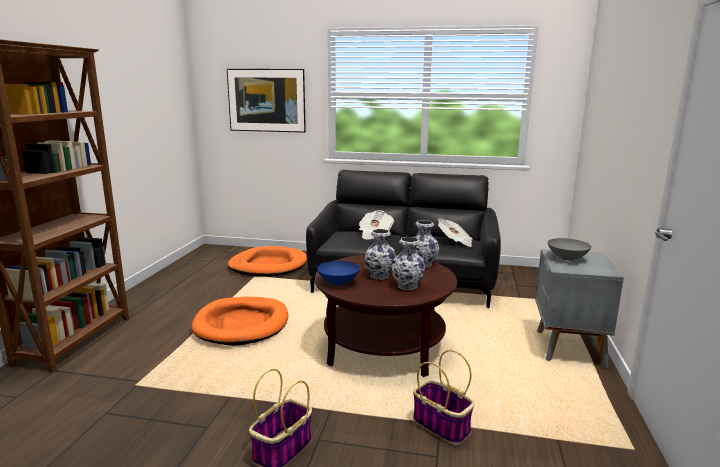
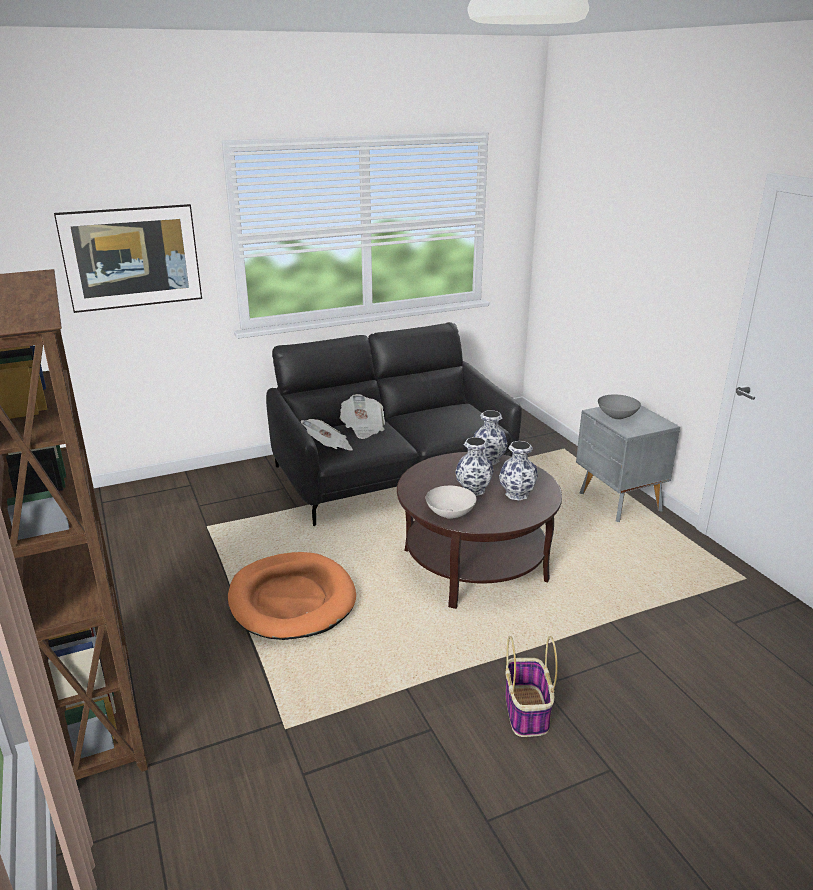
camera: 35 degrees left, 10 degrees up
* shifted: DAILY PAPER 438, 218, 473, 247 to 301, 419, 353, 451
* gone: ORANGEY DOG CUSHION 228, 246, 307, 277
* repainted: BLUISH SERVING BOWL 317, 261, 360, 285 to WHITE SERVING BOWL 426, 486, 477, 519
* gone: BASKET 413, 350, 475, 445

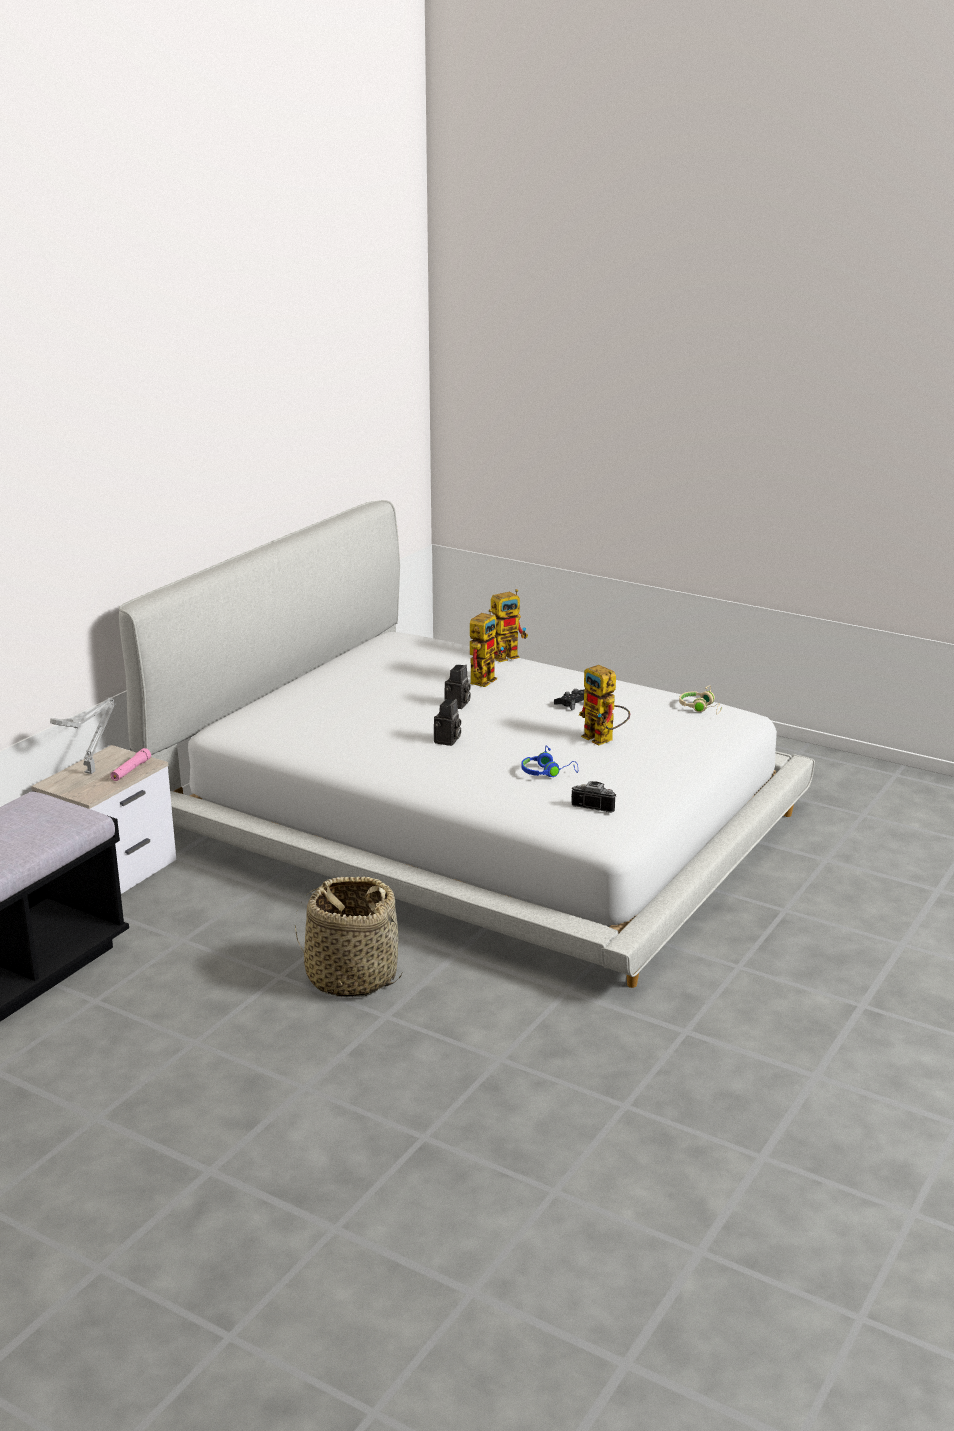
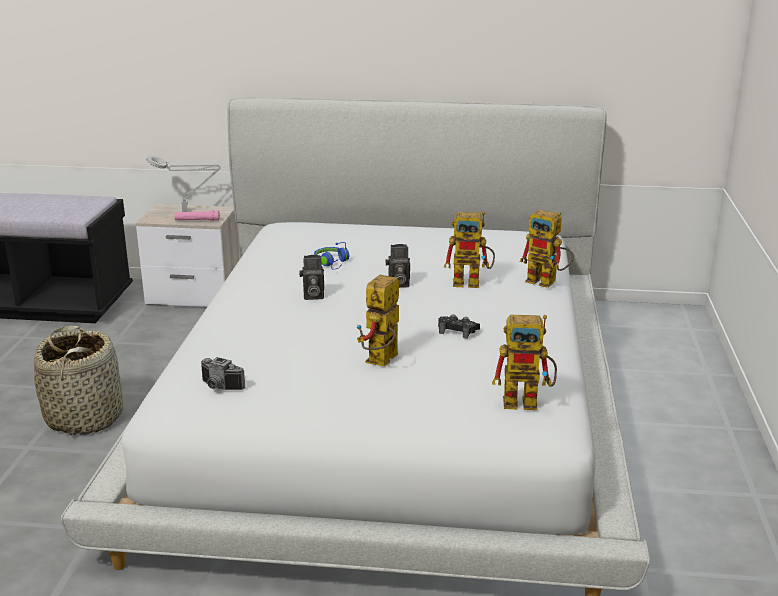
camera: 65 degrees right, 0 degrees up
* swapped: BEIGE-COLOURED PAIR OF HEADPHONES 679, 685, 722, 714 to MODEL ROBOT 492, 315, 557, 410
* shifted: BLUISH PAIR OF HEADPHONES 521, 745, 578, 777 to 314, 242, 349, 270
* rotated: STILL CAMERA 571, 781, 617, 813 = 201, 357, 245, 390 120 degrees clockwise

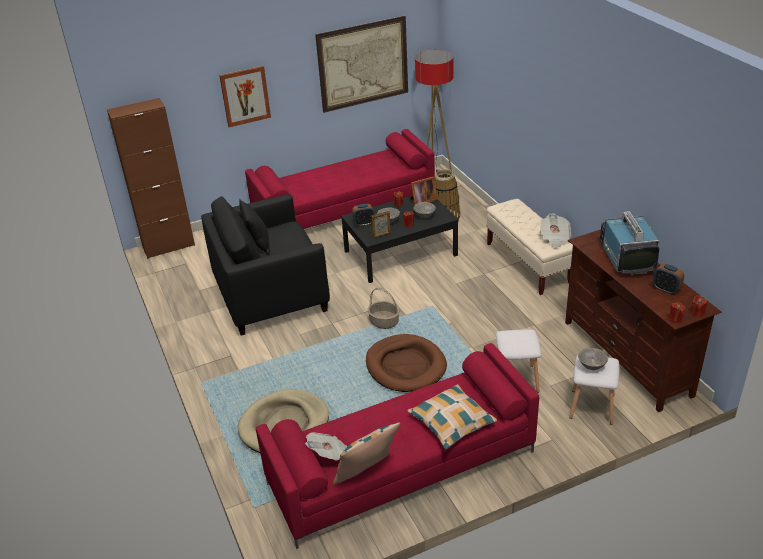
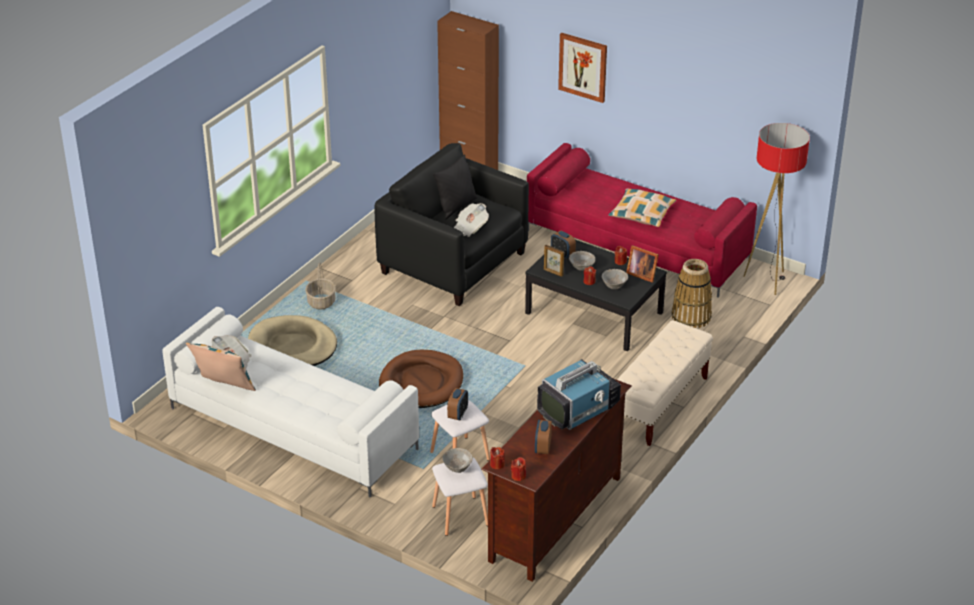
camera: 55 degrees right, 0 degrees up
* gone: WALL ART 315, 16, 408, 113
* shifted: DAILY PAPER 540, 213, 571, 248 to 454, 203, 489, 237
* shifted: BASKET 368, 288, 399, 329 to 305, 262, 336, 310
* repainted: RED SOFA 256, 343, 539, 549 to WHITE SOFA 162, 307, 419, 497
* shifted: THROW PILLOW 407, 384, 497, 450 to 608, 188, 676, 227
* new: ALARM CLOCK 447, 388, 468, 420

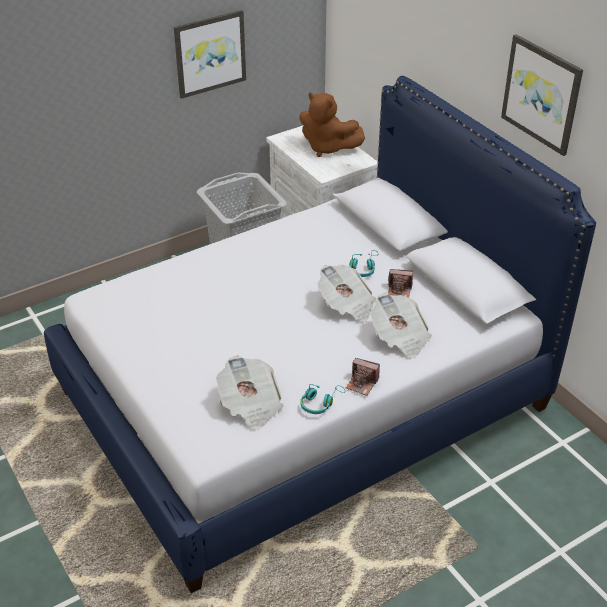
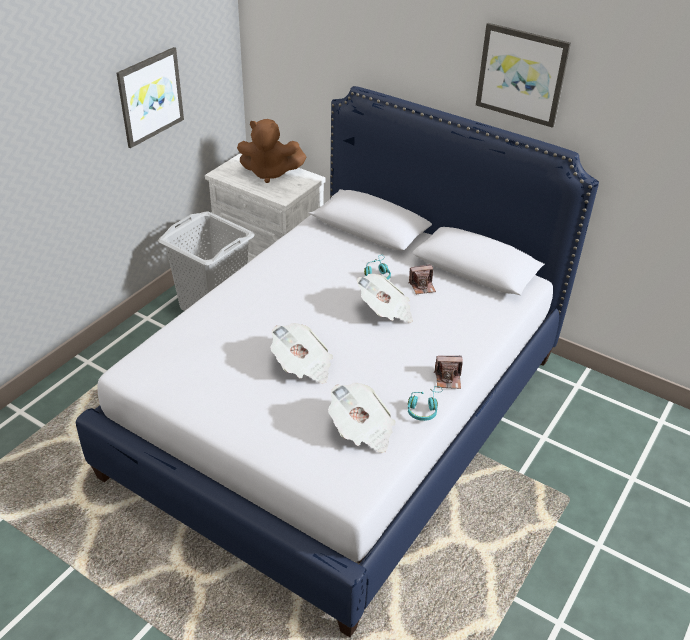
camera: 25 degrees left, 0 degrees up
* shifted: DAILY PAPER 370, 293, 432, 358 to 270, 323, 333, 383

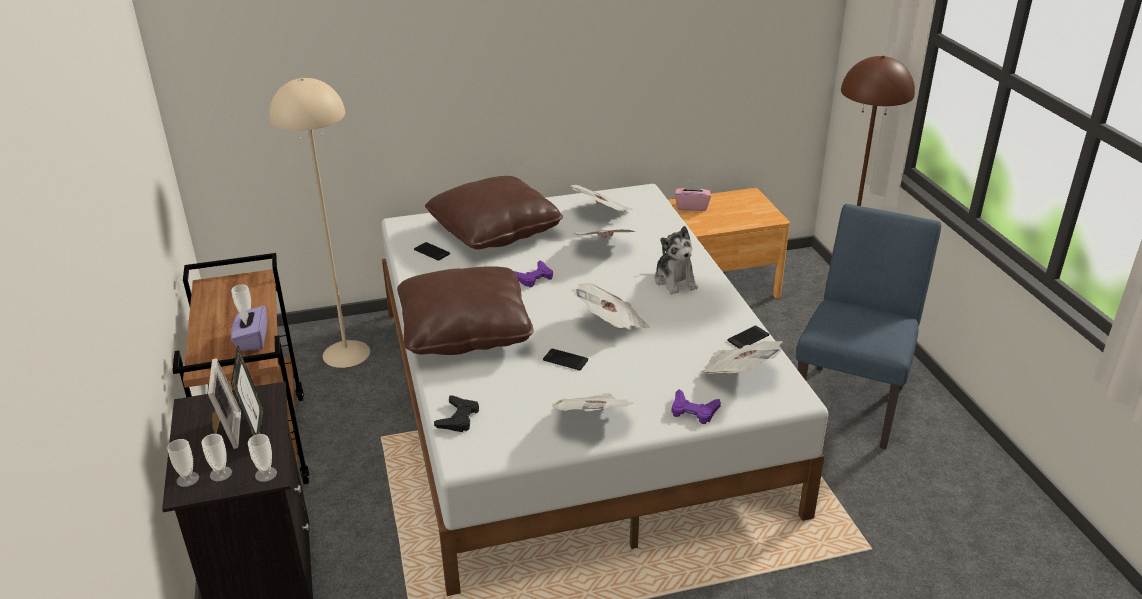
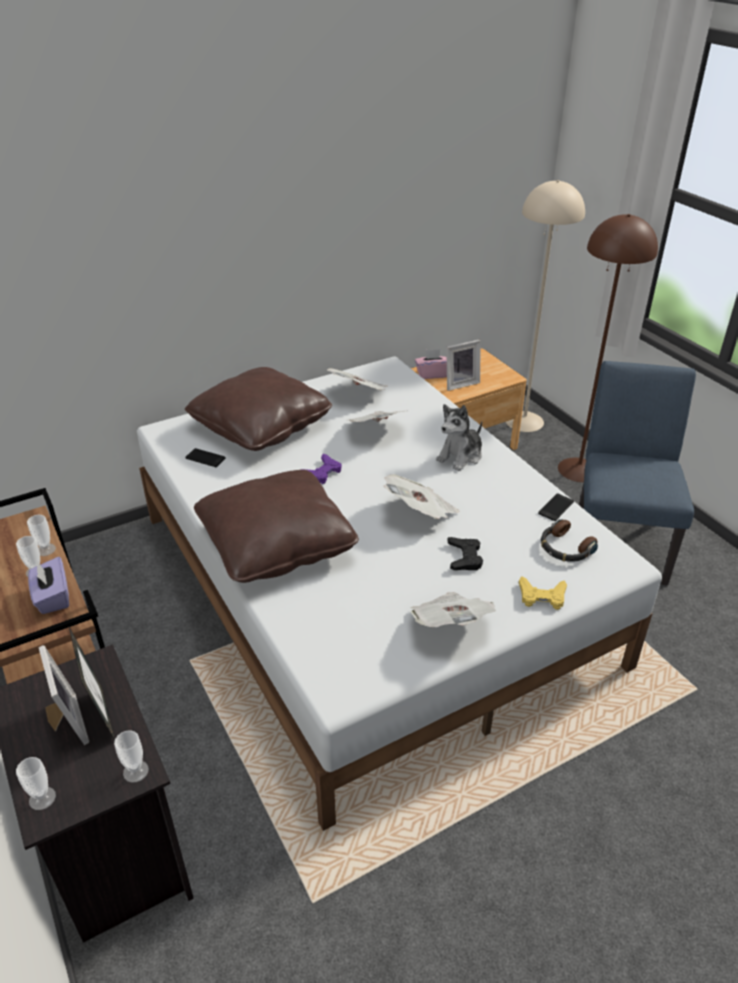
camera: 15 degrees left, 5 degrees up
* shifted: BEIGE-COLOURED FLOOR LAMP 269, 78, 370, 368 to 506, 180, 585, 432
* rotated: PLUSH TOY 654, 226, 698, 294 = 436, 404, 482, 471 75 degrees clockwise
* swapped: DAILY PAPER 700, 341, 782, 374 to PAIR OF HEADPHONES 541, 519, 598, 562
* gone: HANDSET 543, 349, 588, 370
* repainted: PURPLE-COLOURED JOYPAD 671, 389, 721, 424 to YELLOWISH JOYPAD 519, 576, 567, 610
* shifted: BLACK-COLOURED JOYPAD 434, 395, 479, 432 to 447, 537, 483, 570
* shifted: CUP 201, 434, 232, 481 to 27, 515, 56, 556
* new: PICTURE FRAME 446, 340, 481, 391

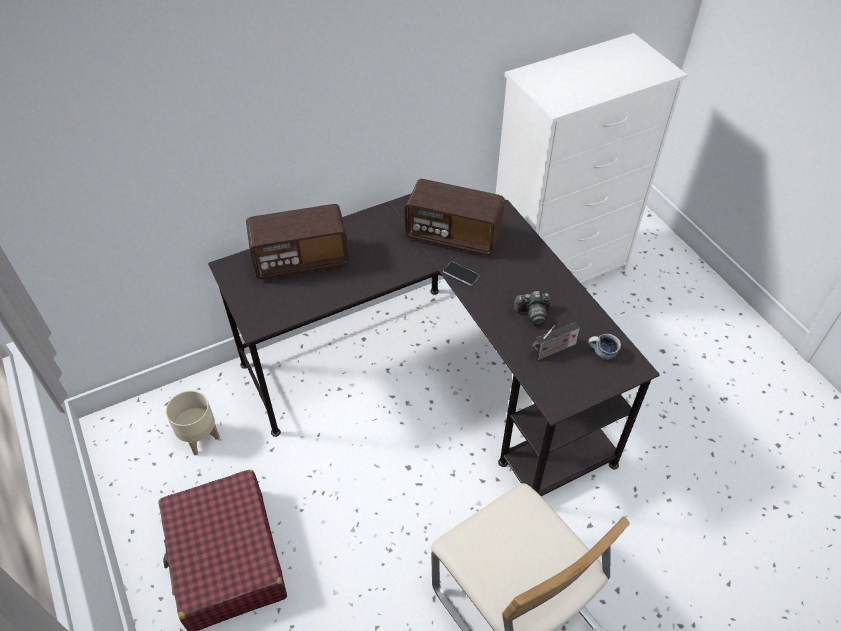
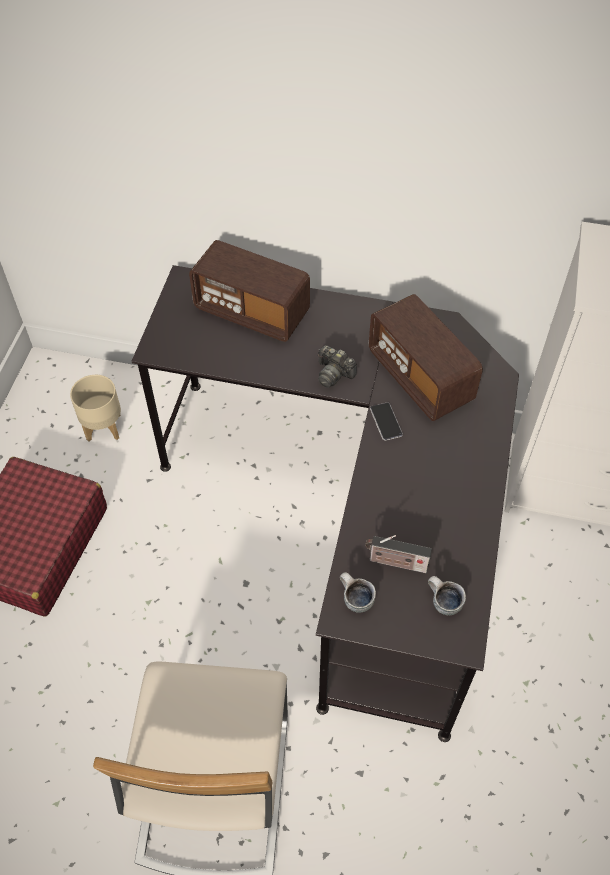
camera: 40 degrees right, 5 degrees up
* shifted: STILL CAMERA 514, 291, 551, 326 to 318, 345, 357, 388
* new: TEA MUG 340, 572, 376, 613

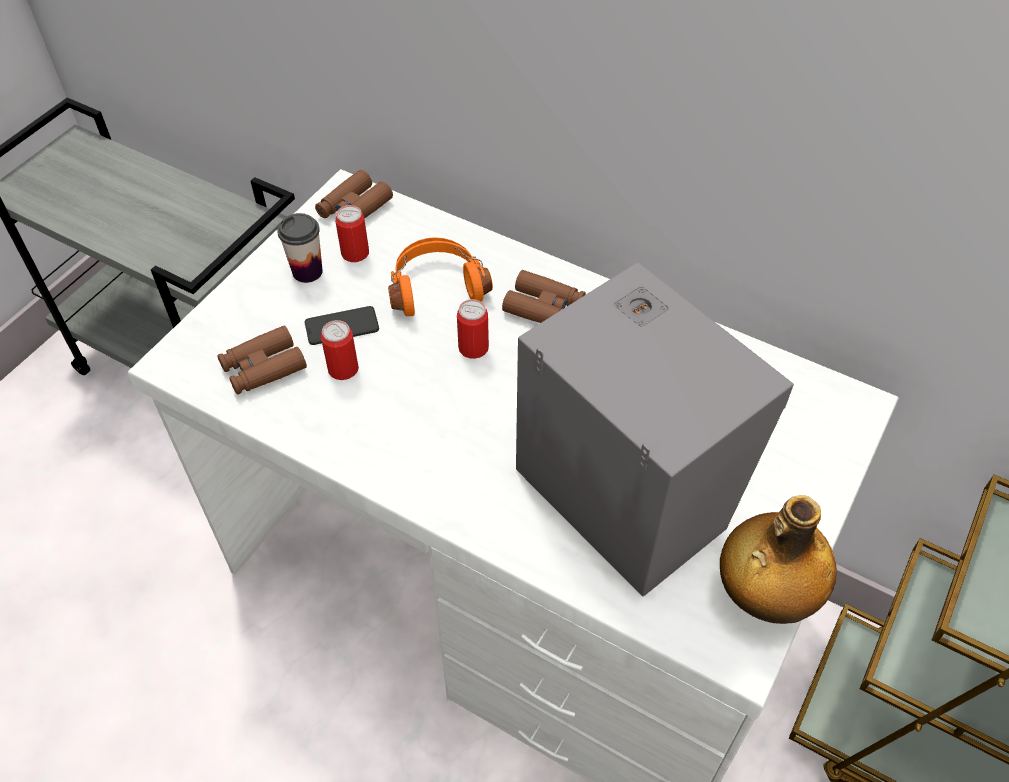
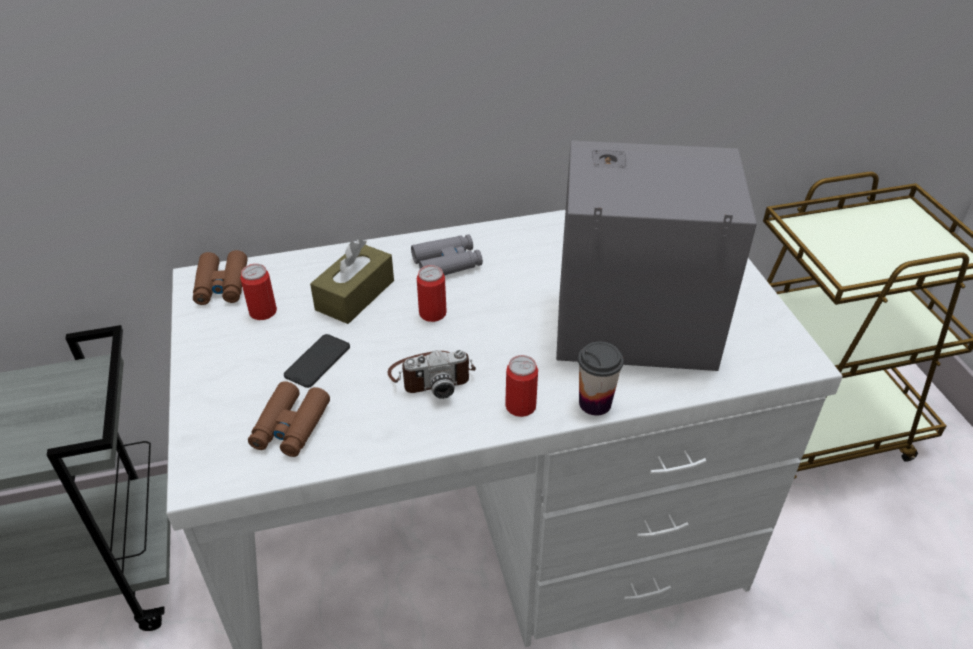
camera: 45 degrees left, 10 degrees down
* shifted: CUP 277, 213, 323, 283 to 578, 341, 624, 416
* swapped: ORANGEY PAIR OF HEADPHONES 388, 237, 493, 316 to BROWN TISSUE BOX 310, 239, 394, 324
* repainted: BROWN FIELD GLASSES 502, 270, 586, 323 to GREYISH FIELD GLASSES 411, 234, 483, 275
* shifted: SEALED CAN 321, 320, 359, 380 to 505, 355, 538, 417
* gone: BEVERAGE BOTTLE 720, 495, 836, 624
* new: STILL CAMERA 388, 350, 476, 399

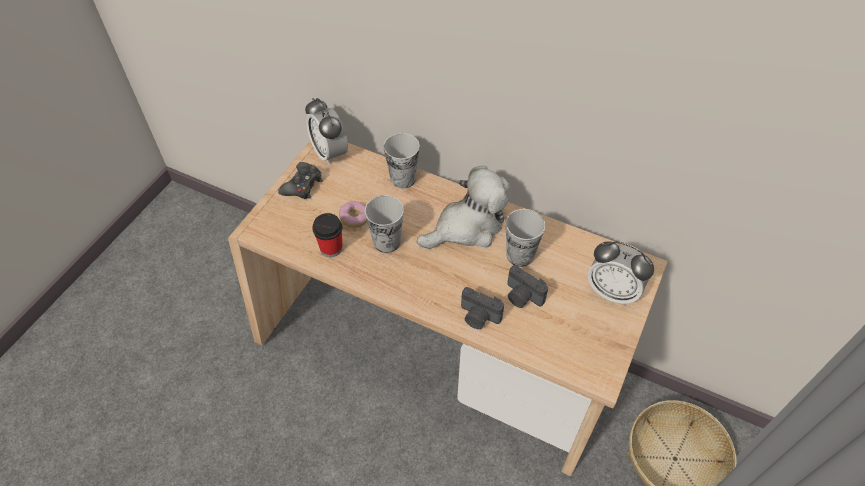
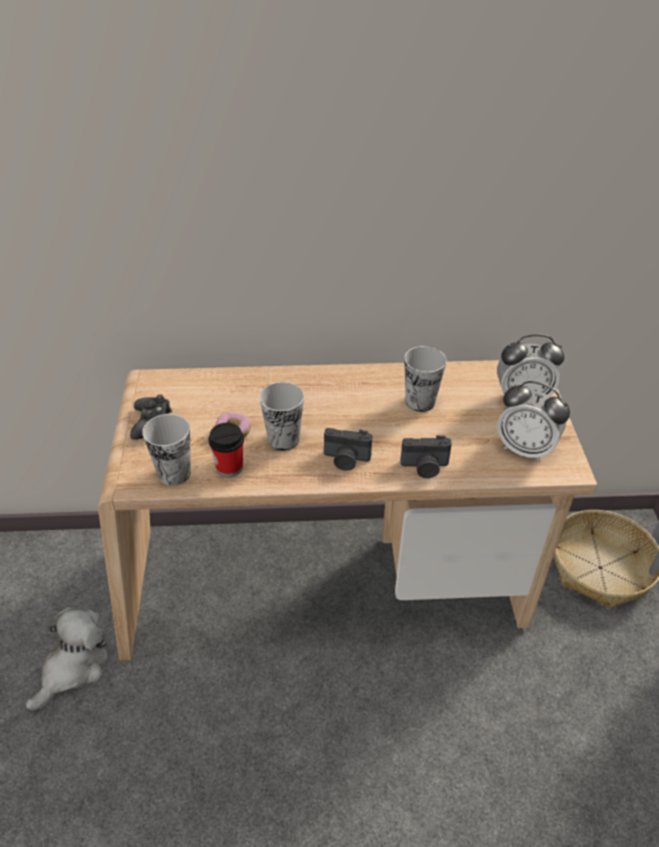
camera: 30 degrees left, 10 degrees down
* shifted: ALARM CLOCK 305, 98, 348, 165 to 497, 381, 570, 462
* shifted: CUP 384, 133, 420, 189 to 142, 414, 191, 485
* shifted: PLUSH TOY 417, 166, 510, 249 to 26, 607, 108, 710
* shifted: STILL CAMERA 507, 265, 548, 308 to 324, 428, 372, 471

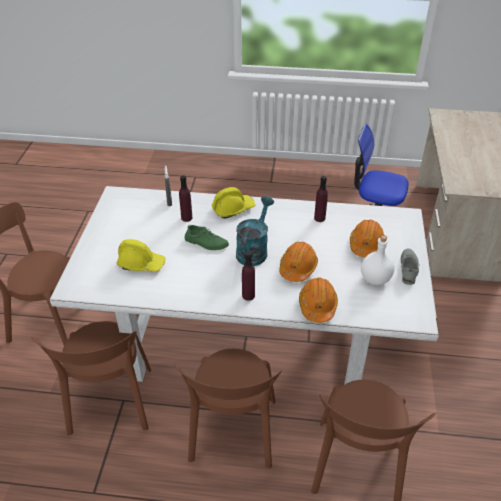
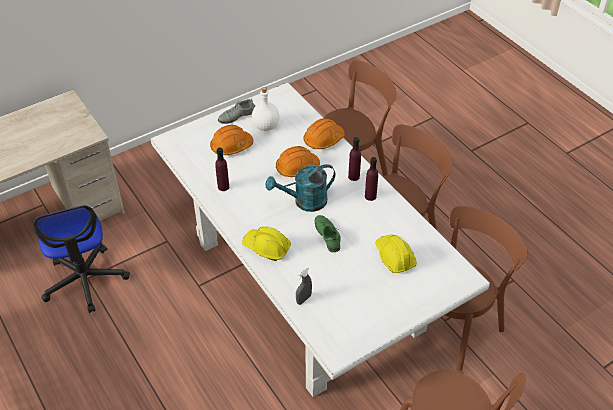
camera: 130 degrees left, 5 degrees up
* shifted: PURPLE-COLOURED BEVERAGE BOTTLE 179, 175, 192, 222 to 365, 157, 378, 201

